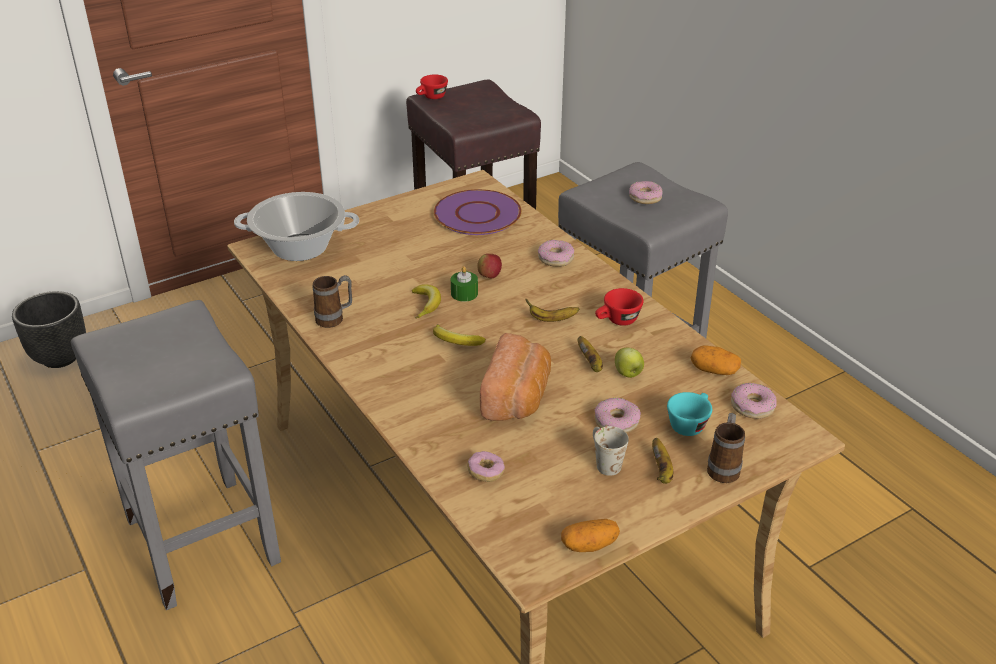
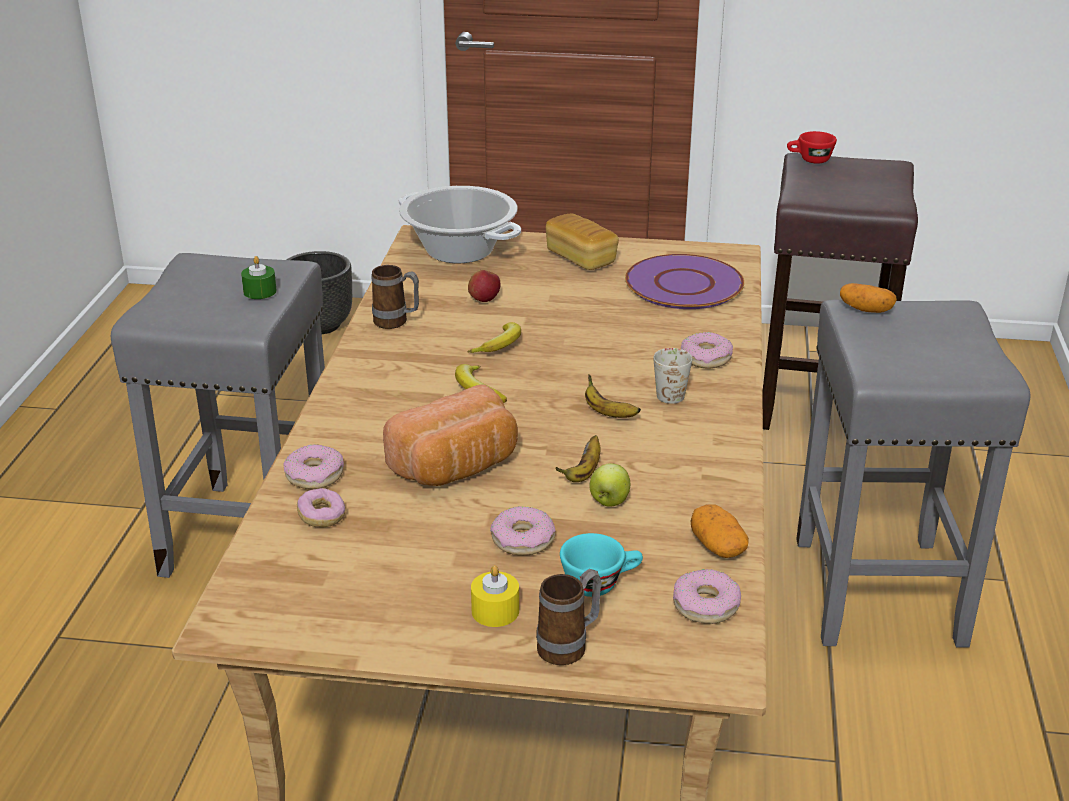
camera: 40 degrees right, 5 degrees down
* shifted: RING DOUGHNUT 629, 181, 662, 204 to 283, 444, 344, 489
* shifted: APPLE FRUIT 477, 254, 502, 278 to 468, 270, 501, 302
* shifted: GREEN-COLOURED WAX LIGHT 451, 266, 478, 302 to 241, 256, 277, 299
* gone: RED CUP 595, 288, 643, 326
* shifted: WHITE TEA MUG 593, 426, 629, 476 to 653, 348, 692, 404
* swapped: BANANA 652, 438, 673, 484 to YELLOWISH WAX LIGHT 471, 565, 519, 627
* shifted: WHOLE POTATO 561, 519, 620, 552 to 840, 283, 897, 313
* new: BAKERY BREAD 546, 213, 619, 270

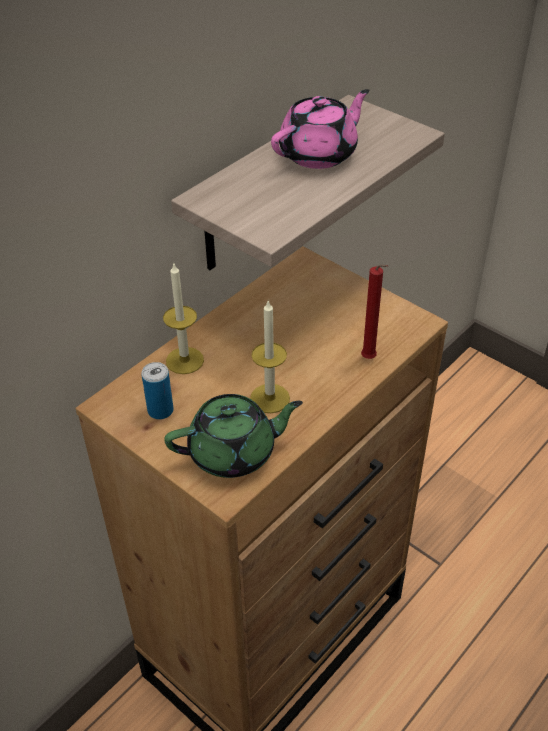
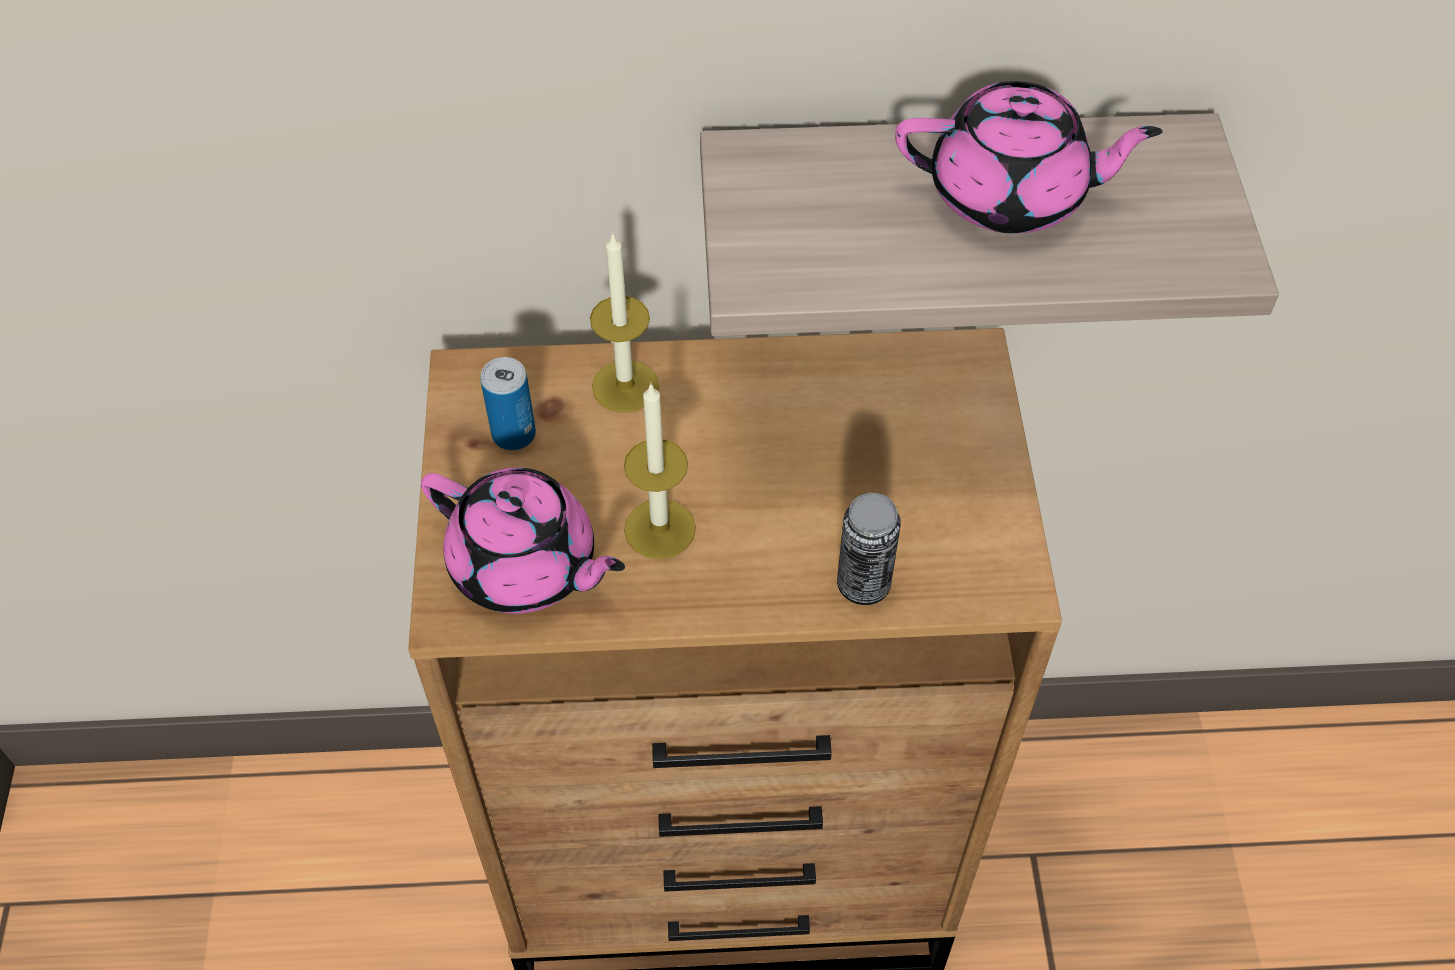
camera: 45 degrees right, 10 degrees up
* swapped: RED WAX LIGHT 361, 264, 388, 359 to SEALED CAN 837, 493, 901, 605
* repainted: GREEN-COLOURED TEA POT 164, 394, 303, 478 to PINK-COLOURED TEA POT 421, 467, 625, 614

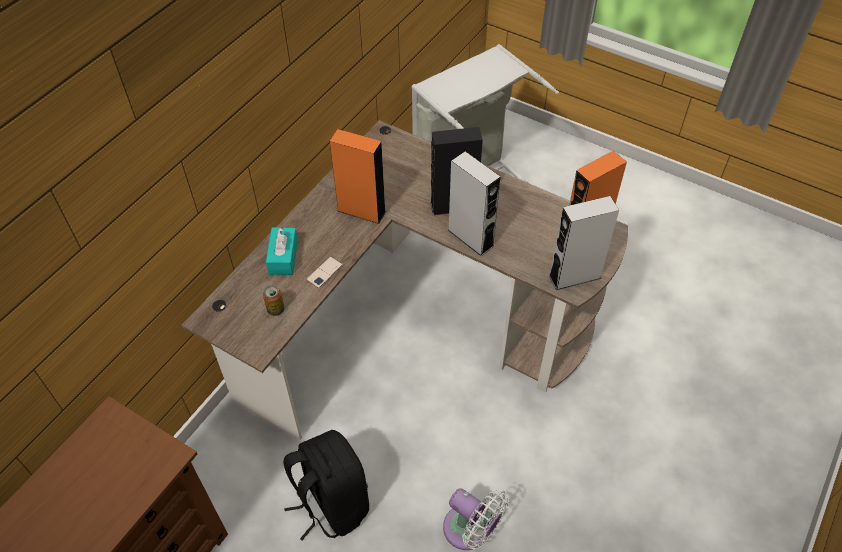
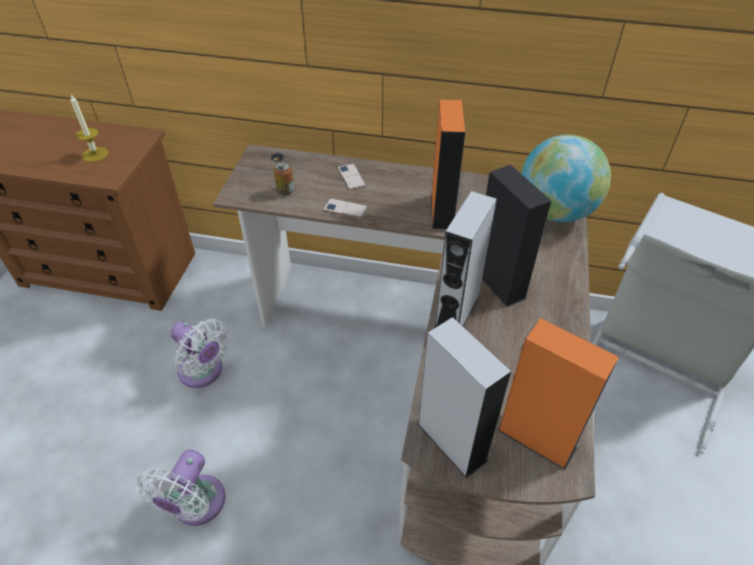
camera: 70 degrees right, 5 degrees down
* swapped: TURQUOISE TISSUE BOX 266, 227, 298, 275 to HANDSET 337, 164, 365, 190
* swapped: BLACK-COLOURED BACKPACK 283, 430, 369, 540 to WHITE ELECTRIC FAN 171, 319, 230, 388
* new: WAX LIGHT 70, 95, 108, 162
* new: WORLD GLOBE 521, 135, 611, 222

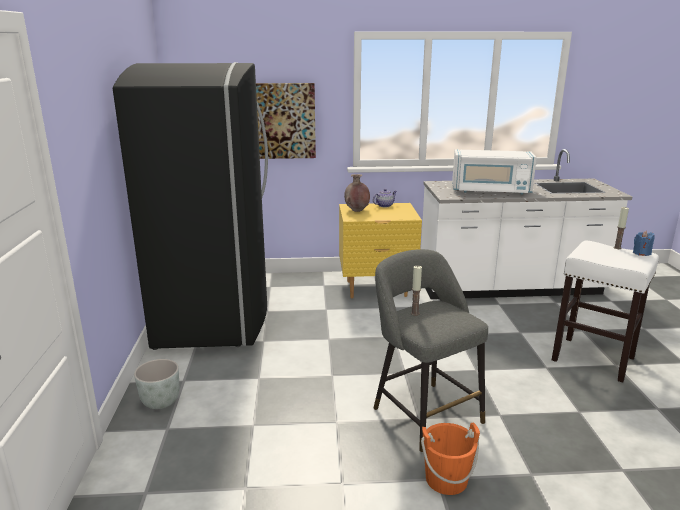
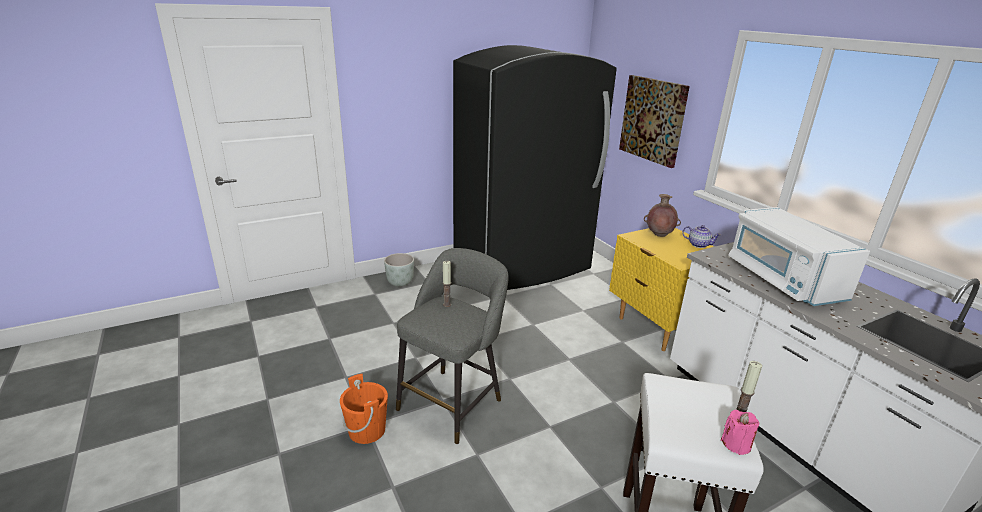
camera: 65 degrees right, 5 degrees up
* repainted: BLUISH WAX LIGHT 633, 231, 655, 256 to PINK-COLOURED WAX LIGHT 721, 410, 759, 455

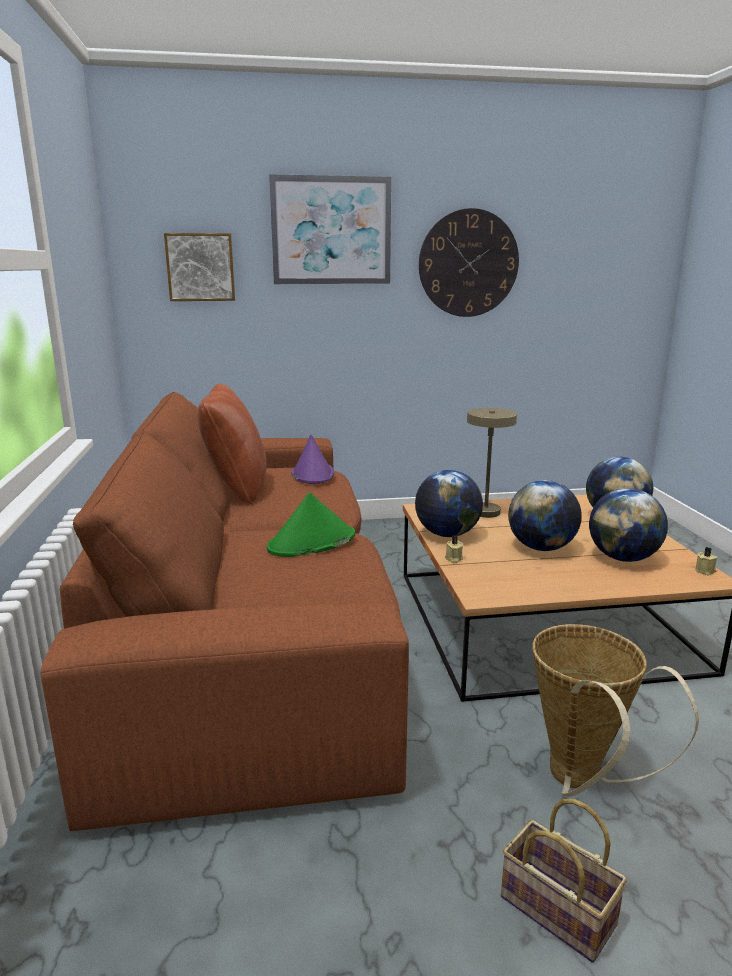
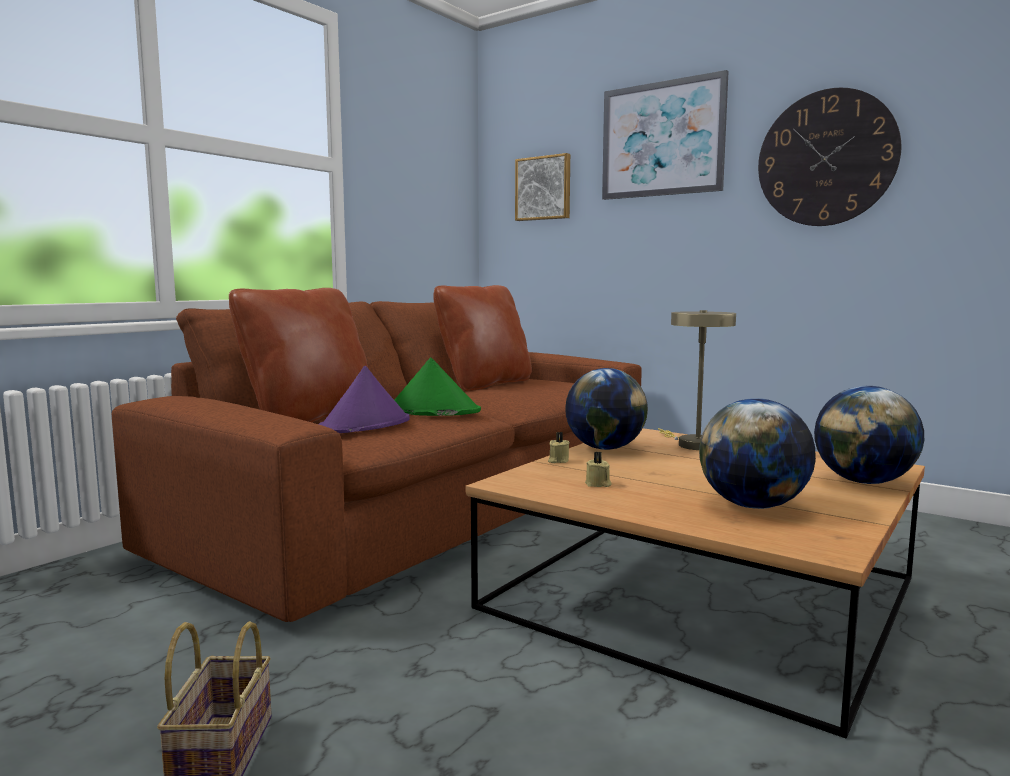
camera: 45 degrees right, 10 degrees down
* shifted: PURPLE-COLOURED WEARABLE HAT 292, 435, 334, 484 to 319, 366, 410, 433
* gone: WORLD GLOBE 508, 480, 581, 551
* shifted: BEIGE-COLOURED WAX LIGHT 695, 547, 717, 576 to 585, 452, 612, 487
* gone: BASKET 532, 624, 699, 797
* new: BROWN THROW PILLOW 229, 288, 368, 422

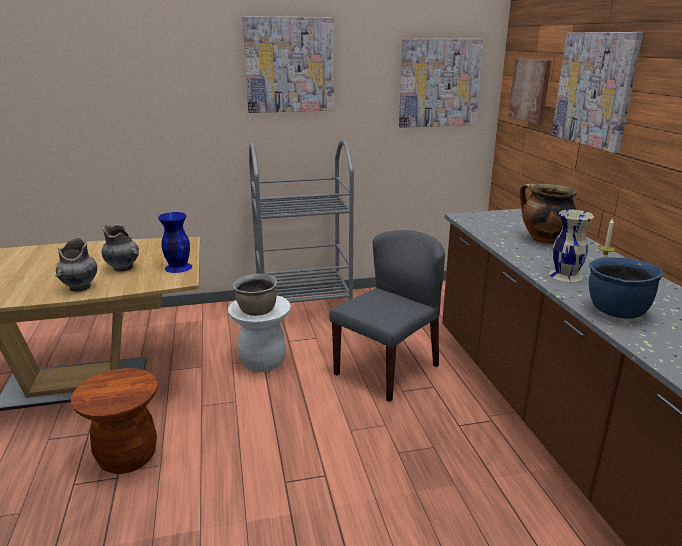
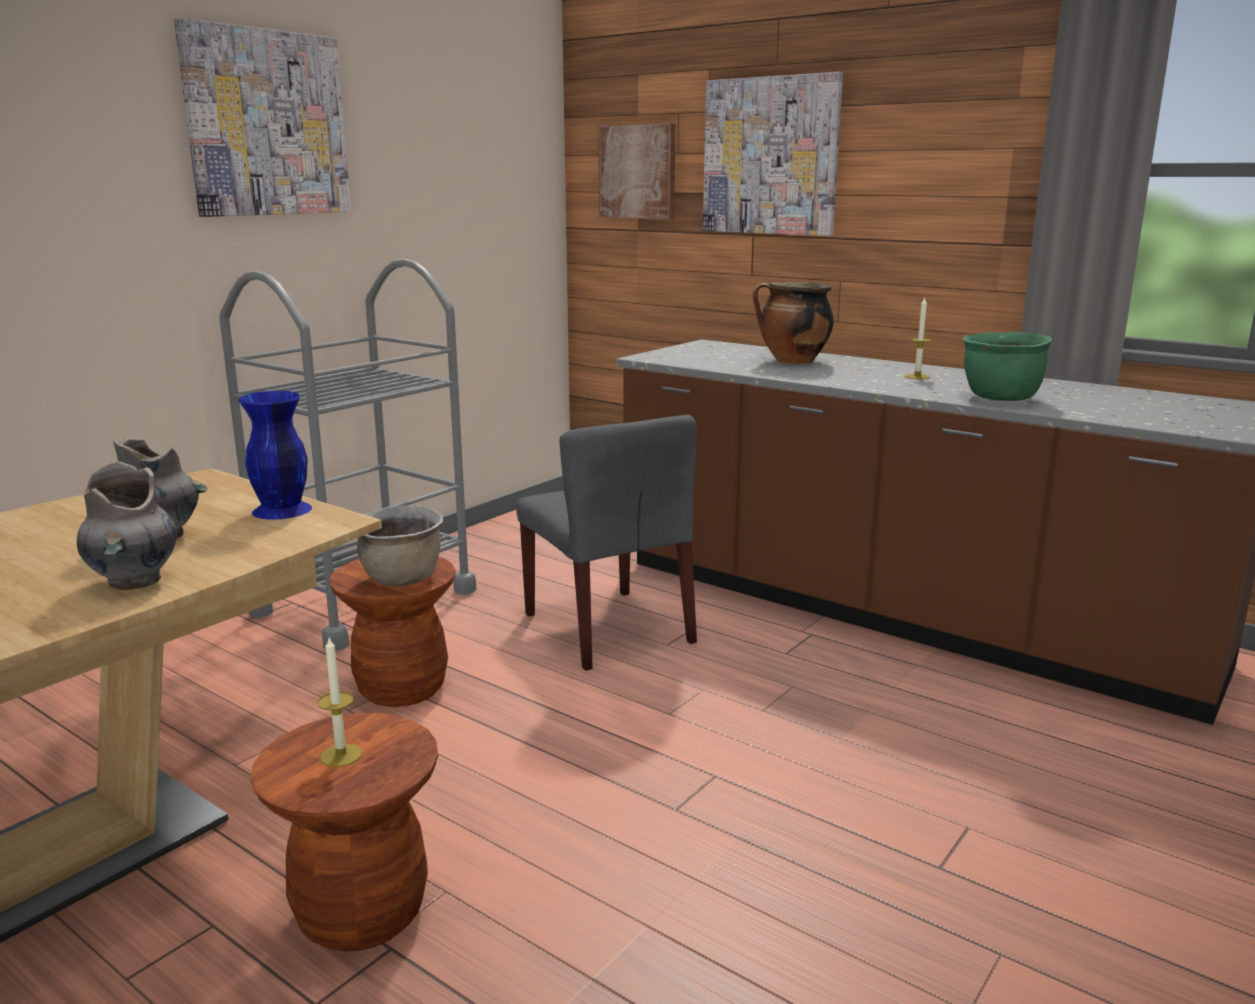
camera: 40 degrees left, 5 degrees down
* gone: WALL ART 399, 39, 484, 128
* gone: BEIGE-COLOURED DECORATIVE VASE 549, 210, 594, 282
* rotated: GREYISH PLAIN CHAIR 329, 230, 445, 402 = 516, 415, 697, 671 150 degrees clockwise
* repainted: BLUISH STOCKPOT 589, 257, 664, 319 to GREEN-COLOURED STOCKPOT 963, 332, 1052, 401
* repainted: WHITE STOOL 228, 295, 291, 372 to BROWN STOOL 329, 557, 456, 707
* new: WAX LIGHT 317, 638, 362, 767

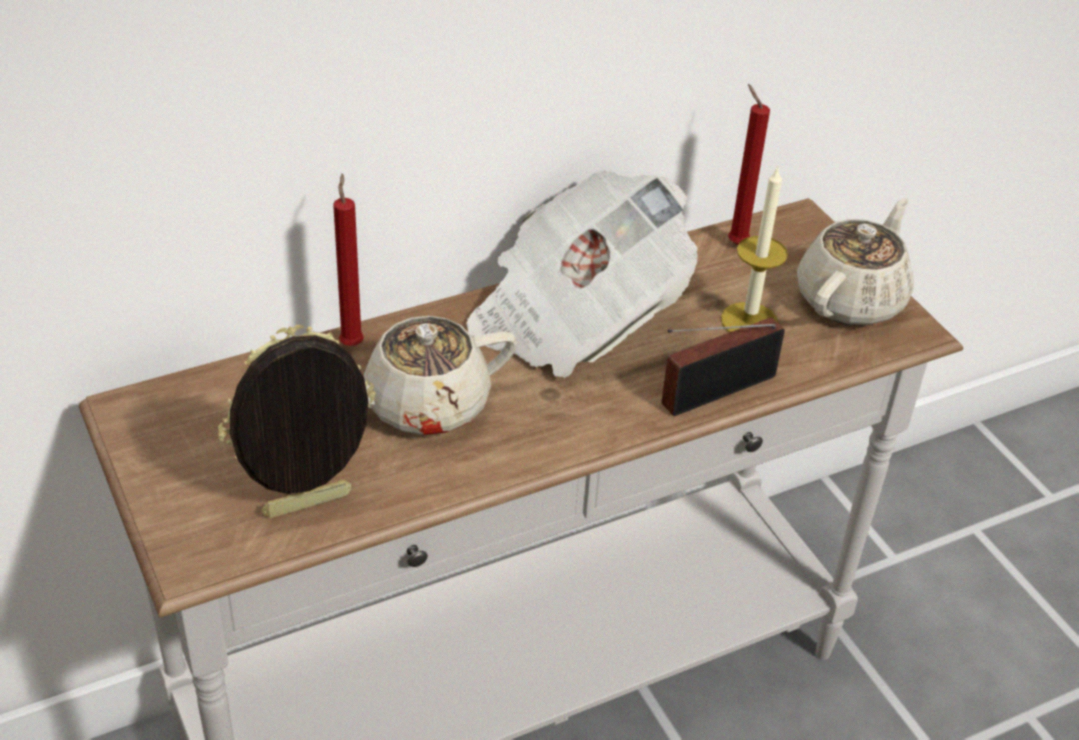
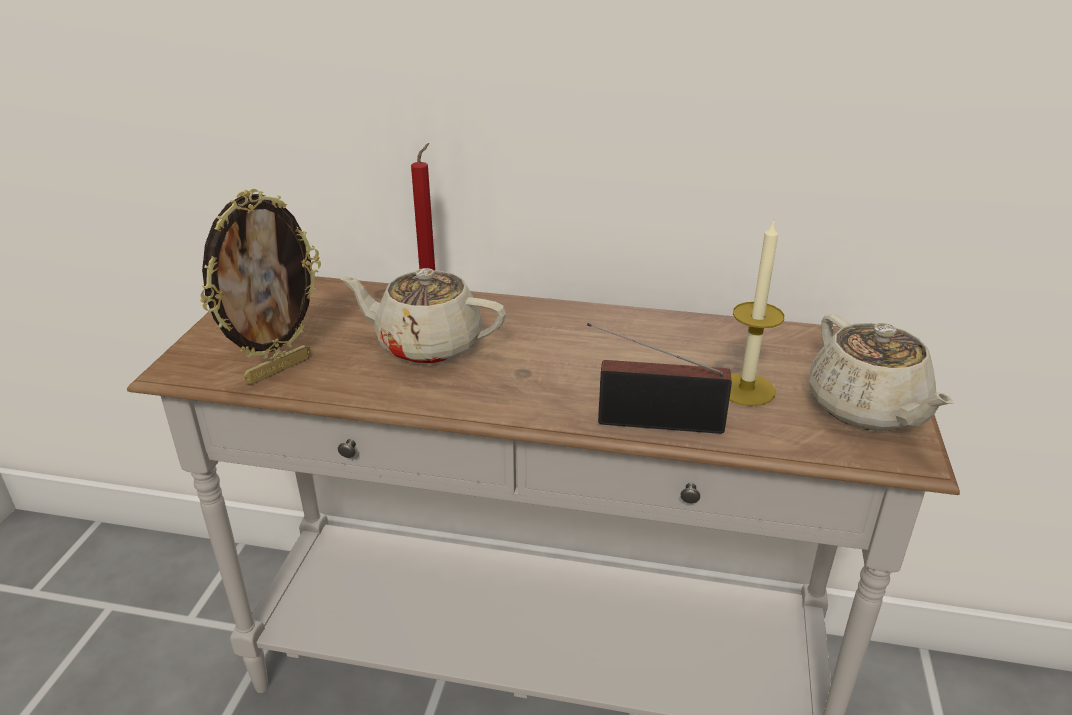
camera: 40 degrees right, 10 degrees down
* gone: RED WAX LIGHT 728, 84, 770, 245
* gone: DAILY PAPER 466, 170, 698, 378
* rotated: BEIGE-COLOURED TEA POT 797, 198, 914, 326 = 809, 314, 955, 431 90 degrees clockwise
* rotated: PICTURE FRAME 218, 325, 376, 518 = 200, 189, 321, 385 120 degrees clockwise

